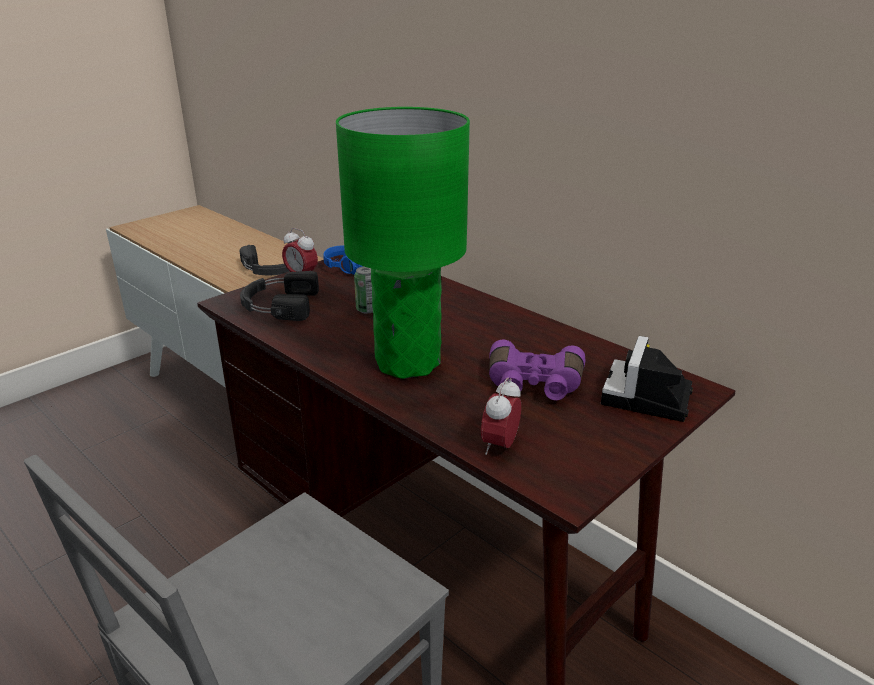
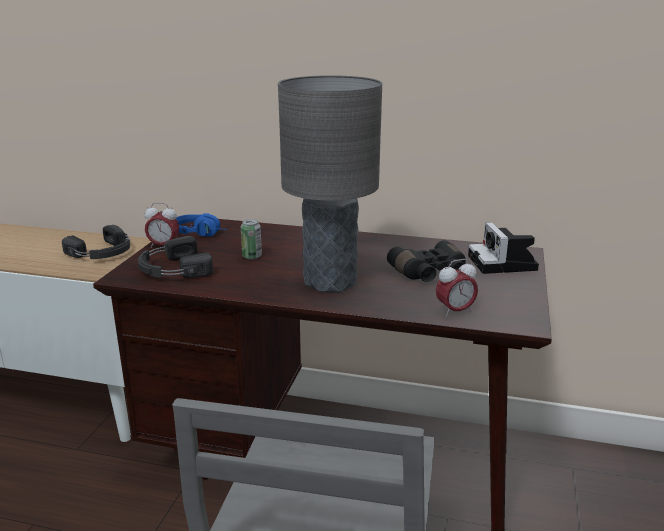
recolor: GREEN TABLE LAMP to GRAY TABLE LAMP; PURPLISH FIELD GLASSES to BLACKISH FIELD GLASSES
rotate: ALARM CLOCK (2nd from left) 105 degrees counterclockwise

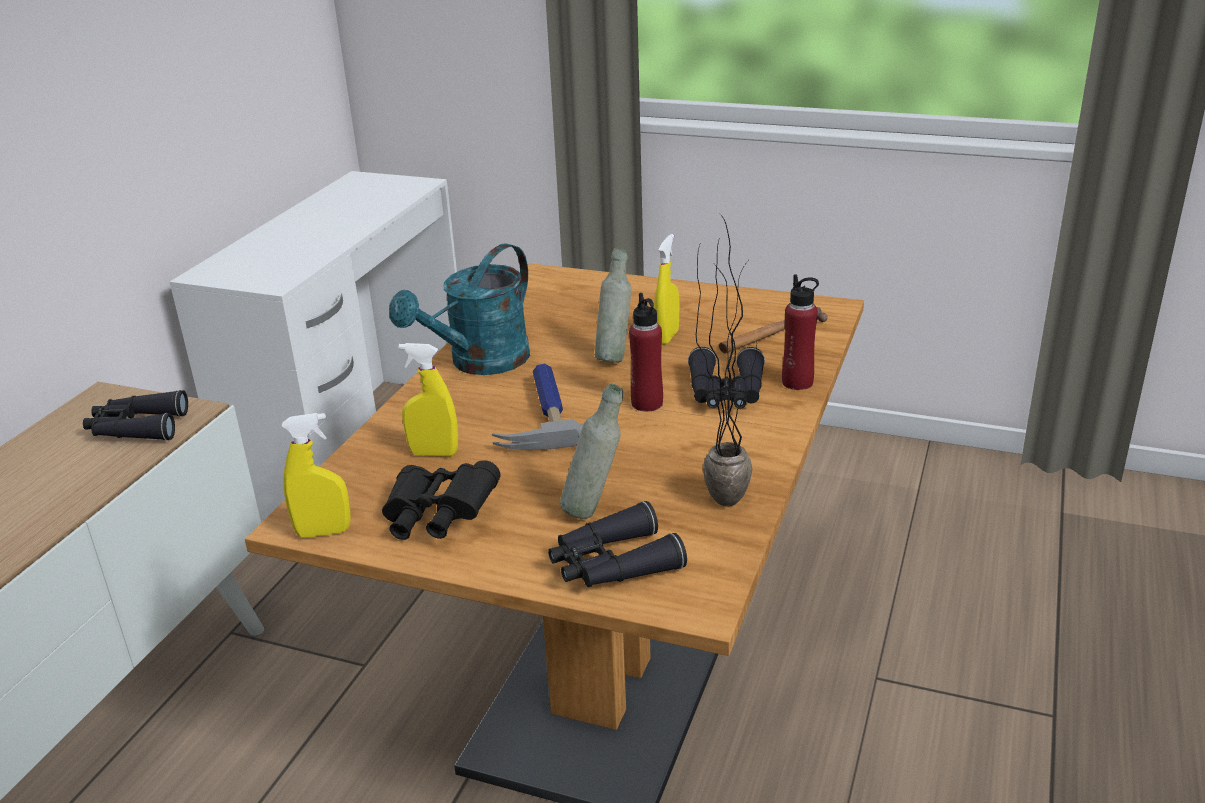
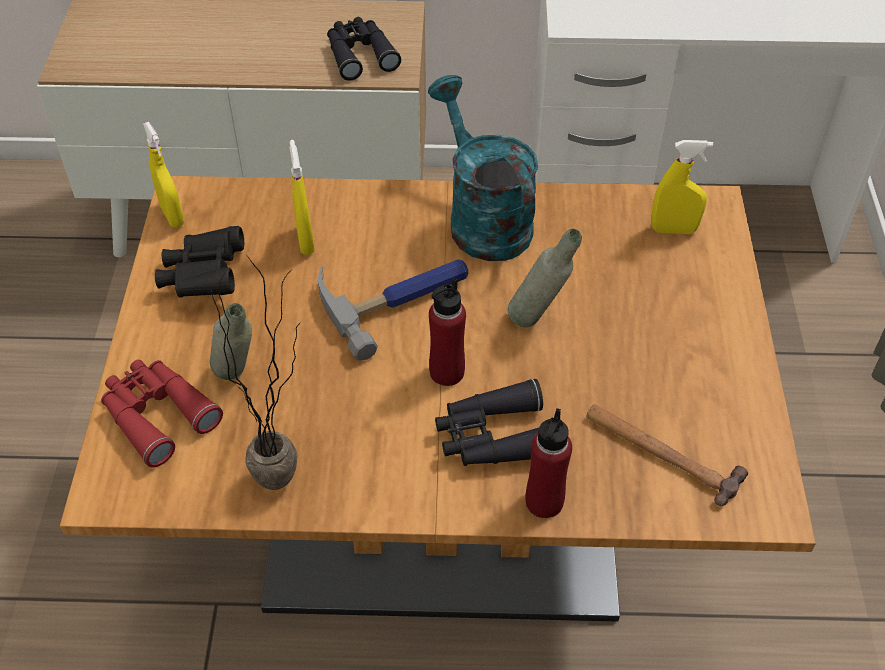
move: YELLOW SPRAYER (3rd from left)
recolor: BLACKISH FIELD GLASSES (3rd from left) to REDDISH FIELD GLASSES
rotate: TURQUOISE WATERING CAN 45 degrees clockwise

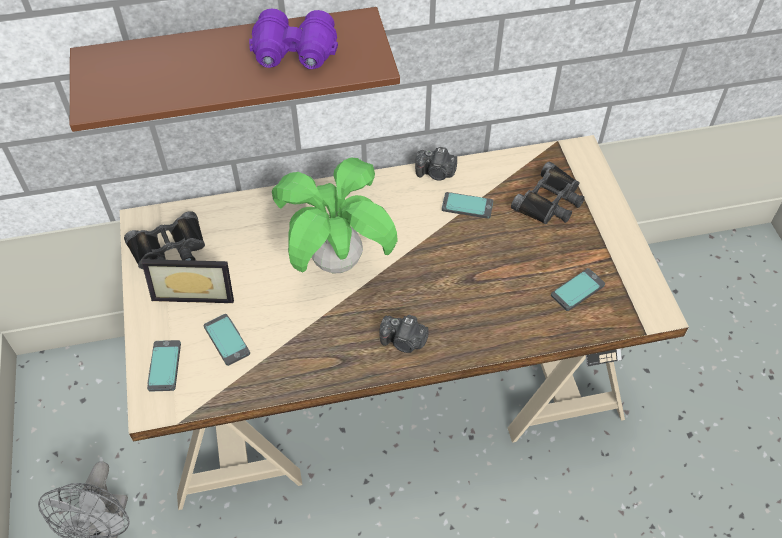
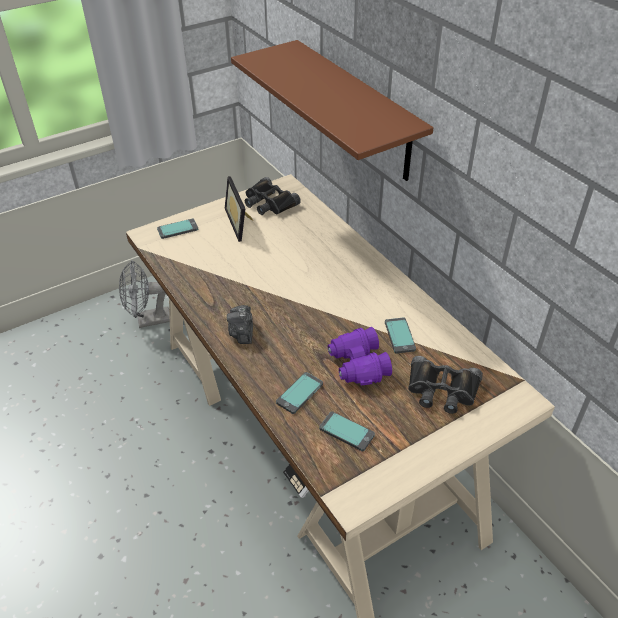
delete: PLANT IN A POT; PHOTO CAMERA (2nd from left)
move: HANDSET (2nd from left); PURPLISH FIELD GLASSES

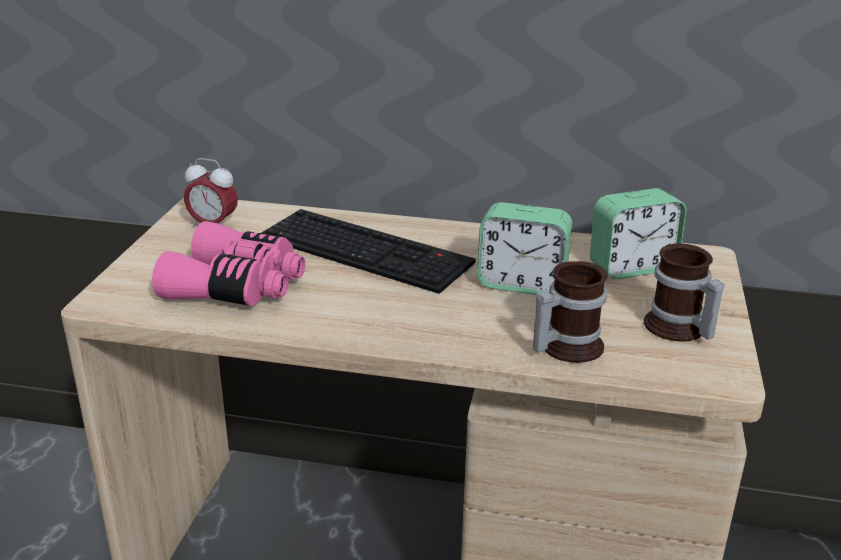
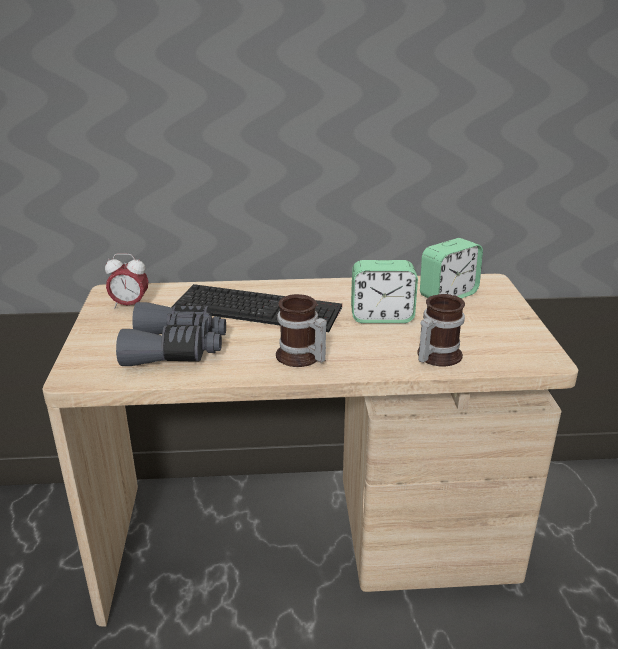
move: MUG (2nd from left in the first image) to MUG (1st from left)
recolor: PINK-COLOURED FIELD GLASSES to GRAY FIELD GLASSES

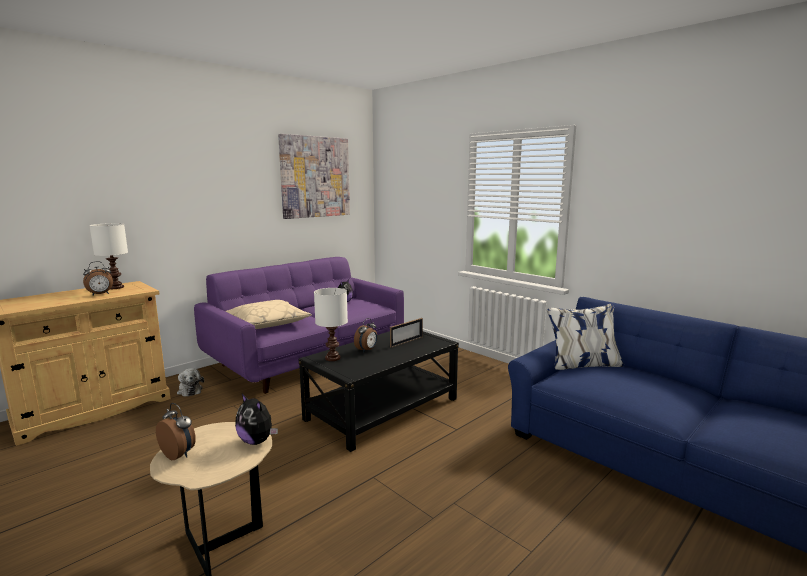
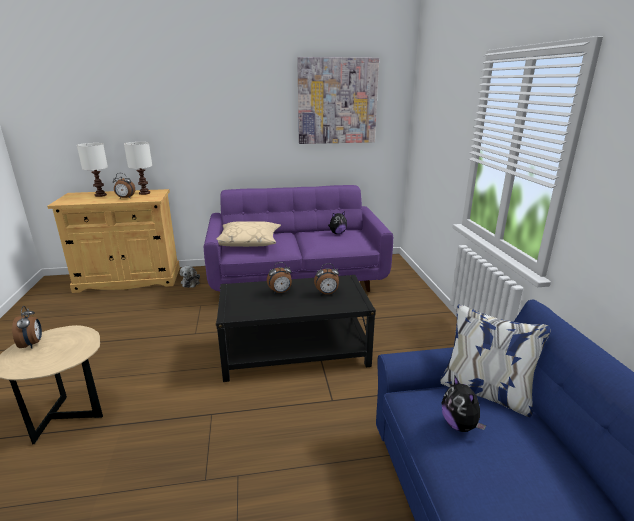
move: WHITISH TABLE LAMP (2nd from left in the first image) to WHITISH TABLE LAMP (1st from left); SOFT TOY (2nd from left in the first image) to SOFT TOY (3rd from left)
replace: PHOTO FRAME to ALARM CLOCK (4th from left)

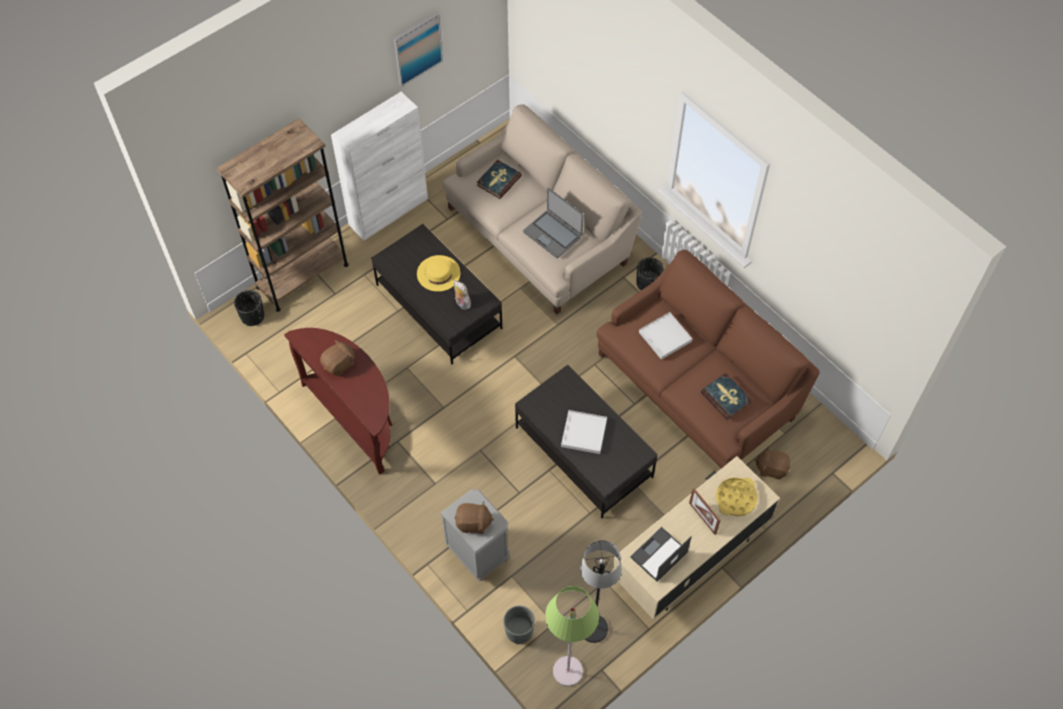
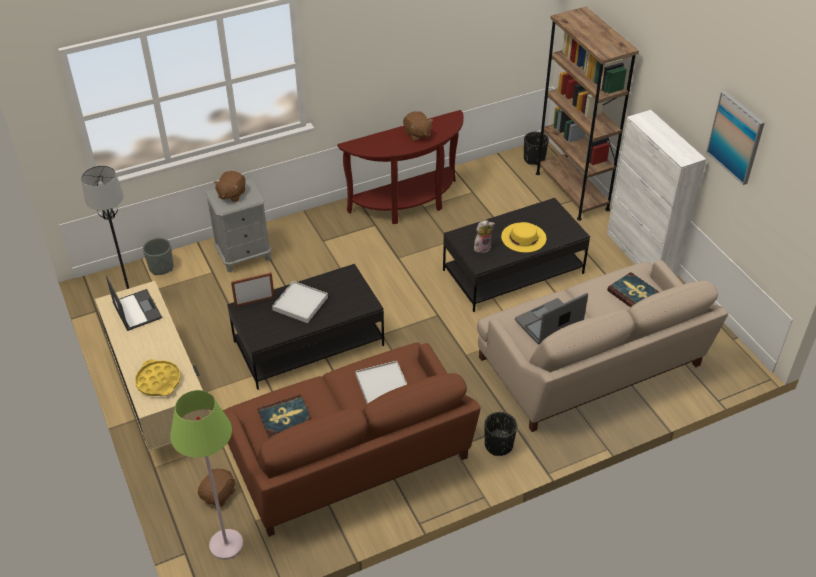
move: GREEN FLOOR LAMP; PHOTO FRAME

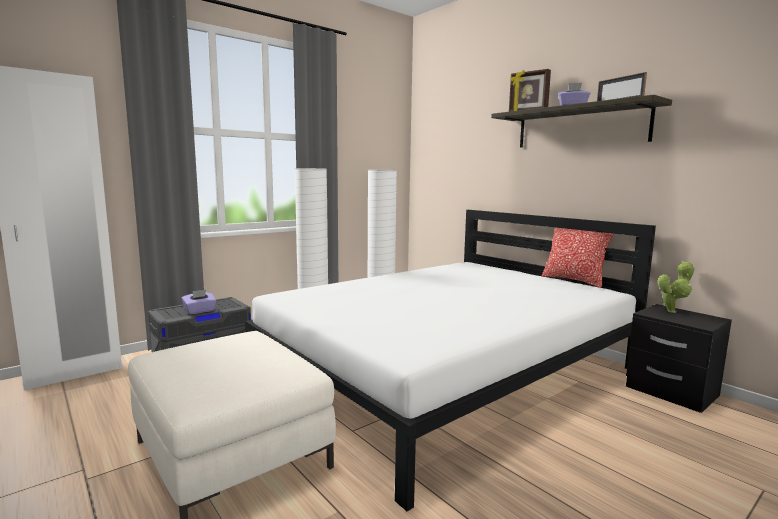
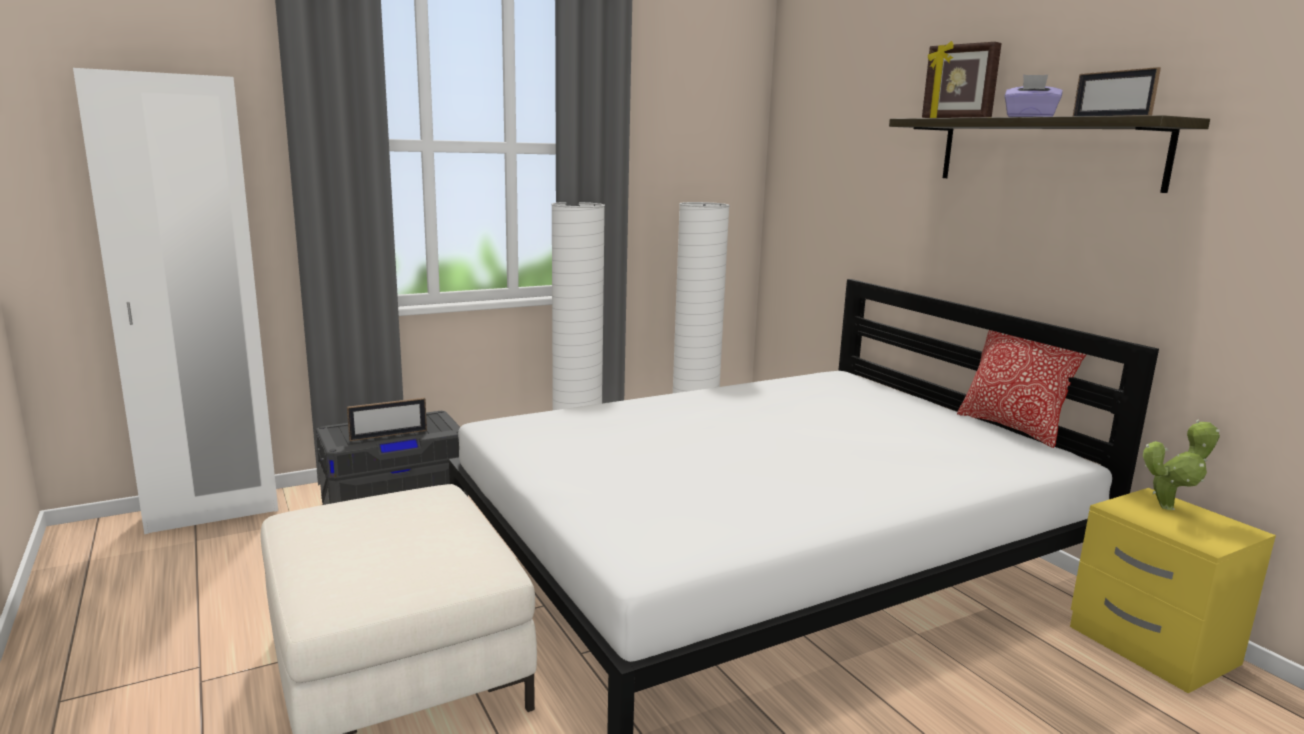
replace: PURPLISH BOX OF TISSUES (1st from left) to PHOTO FRAME (1st from left)
recolor: BLACKISH NIGHT TABLE to YELLOW NIGHT TABLE

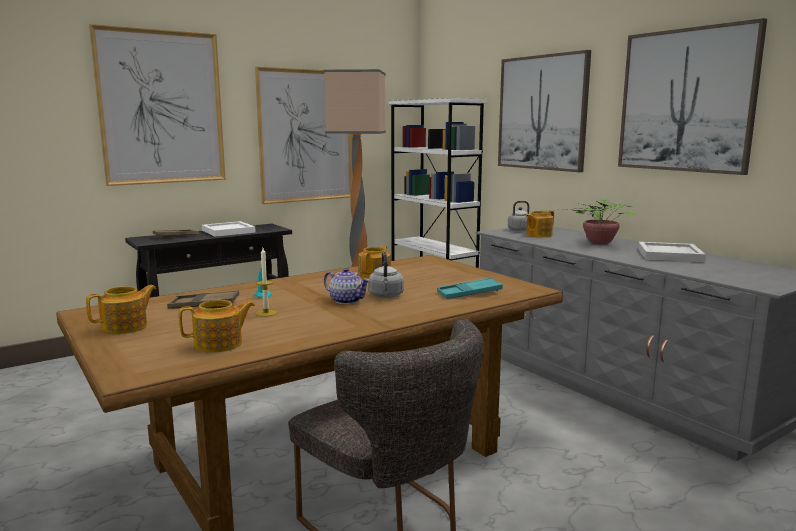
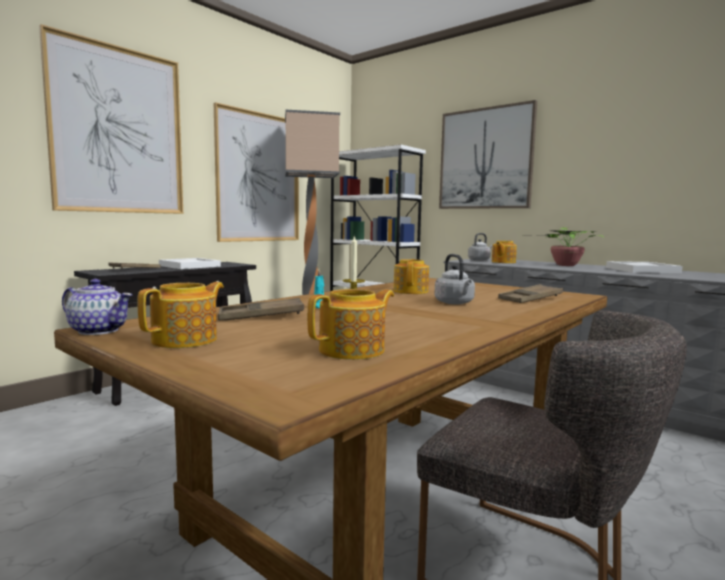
delete: PICTURE (4th from left)
move: TEA POT (3rd from left in the first image) to TEA POT (1st from left)
recolor: TURQUOISE CARRYING TRAY to BROWNISH CARRYING TRAY (3rd from left)

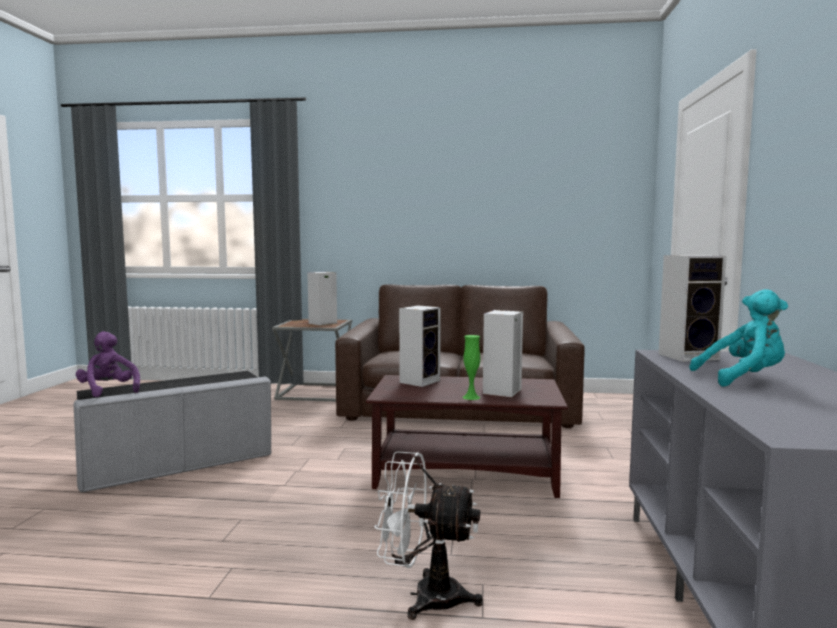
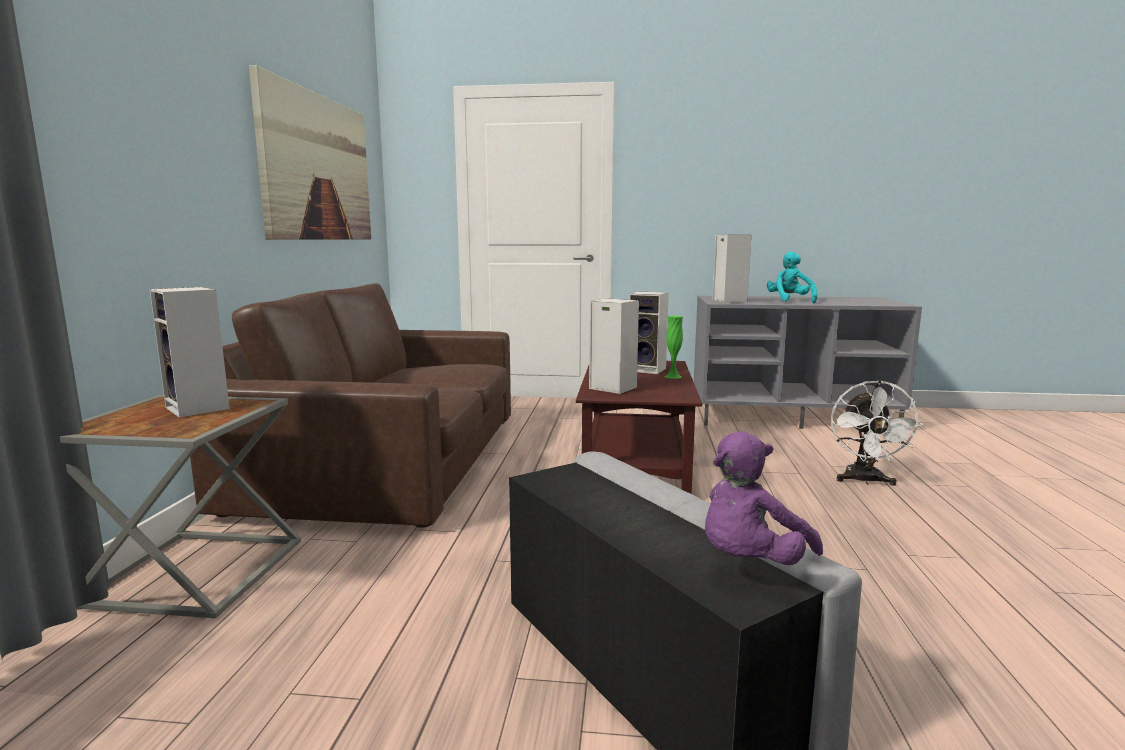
insert: PICTURE

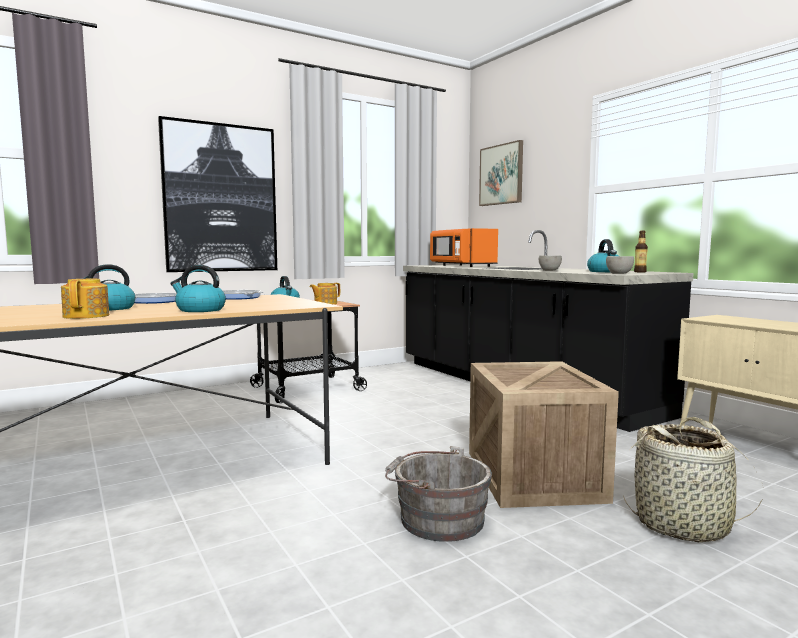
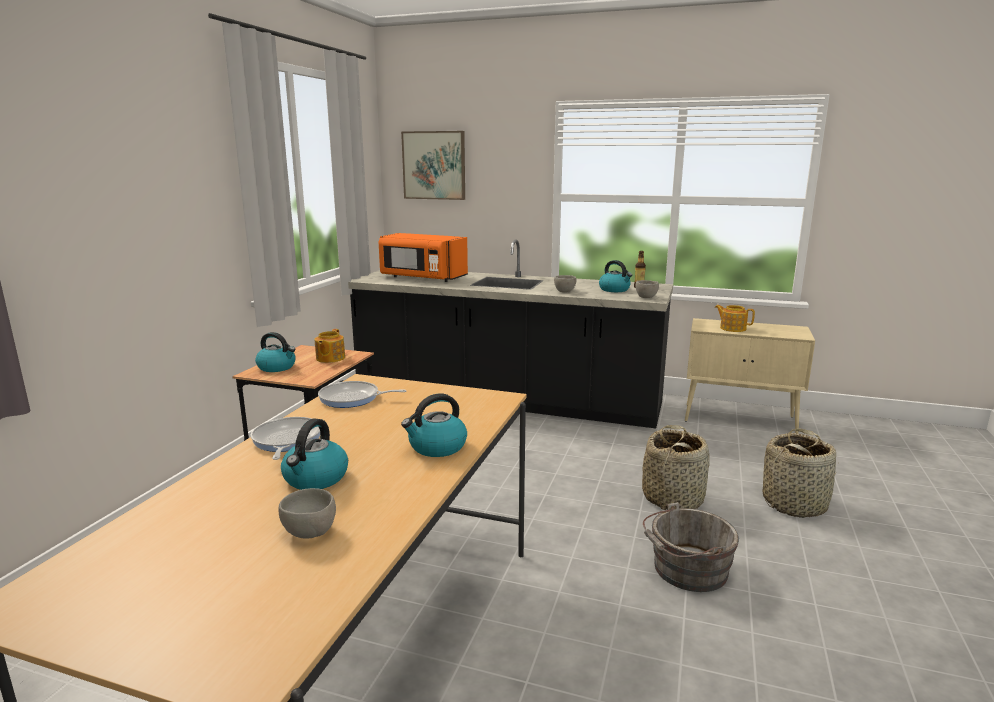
delete: PICTURE (1st from left)
insert: GRAY DEEP DISH (1st from left)
move: TEA POT (1st from left in the first image) to TEA POT (2nd from left)
replace: CRATE to HOUSEHOLD BASKET (1st from left)

